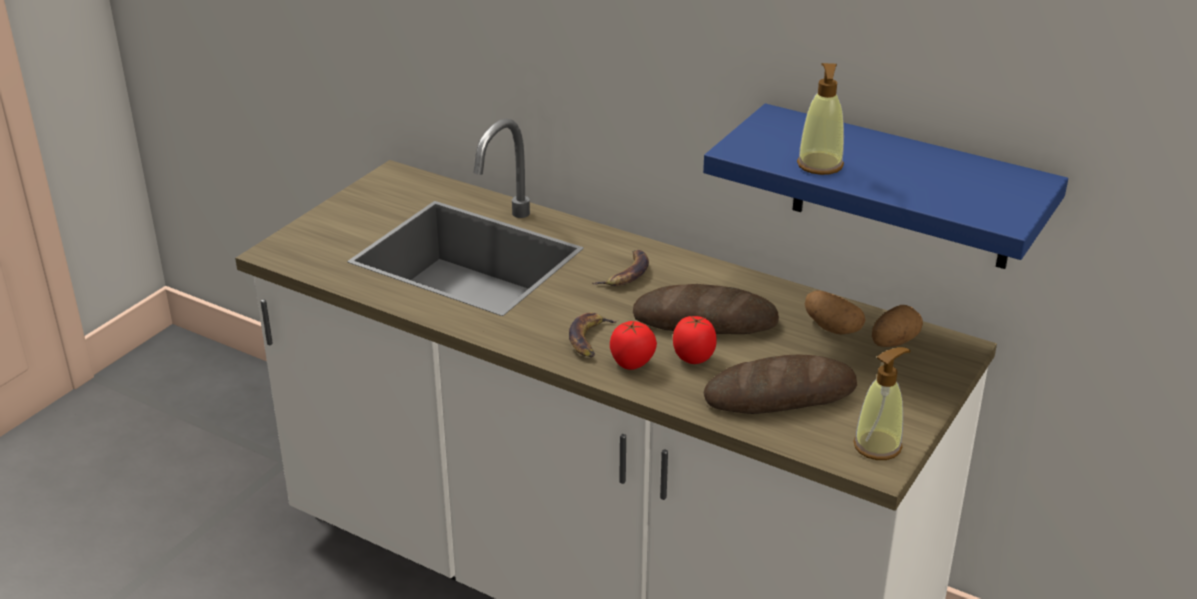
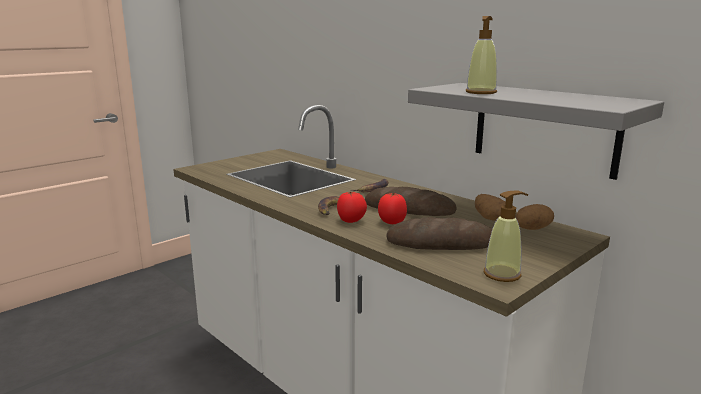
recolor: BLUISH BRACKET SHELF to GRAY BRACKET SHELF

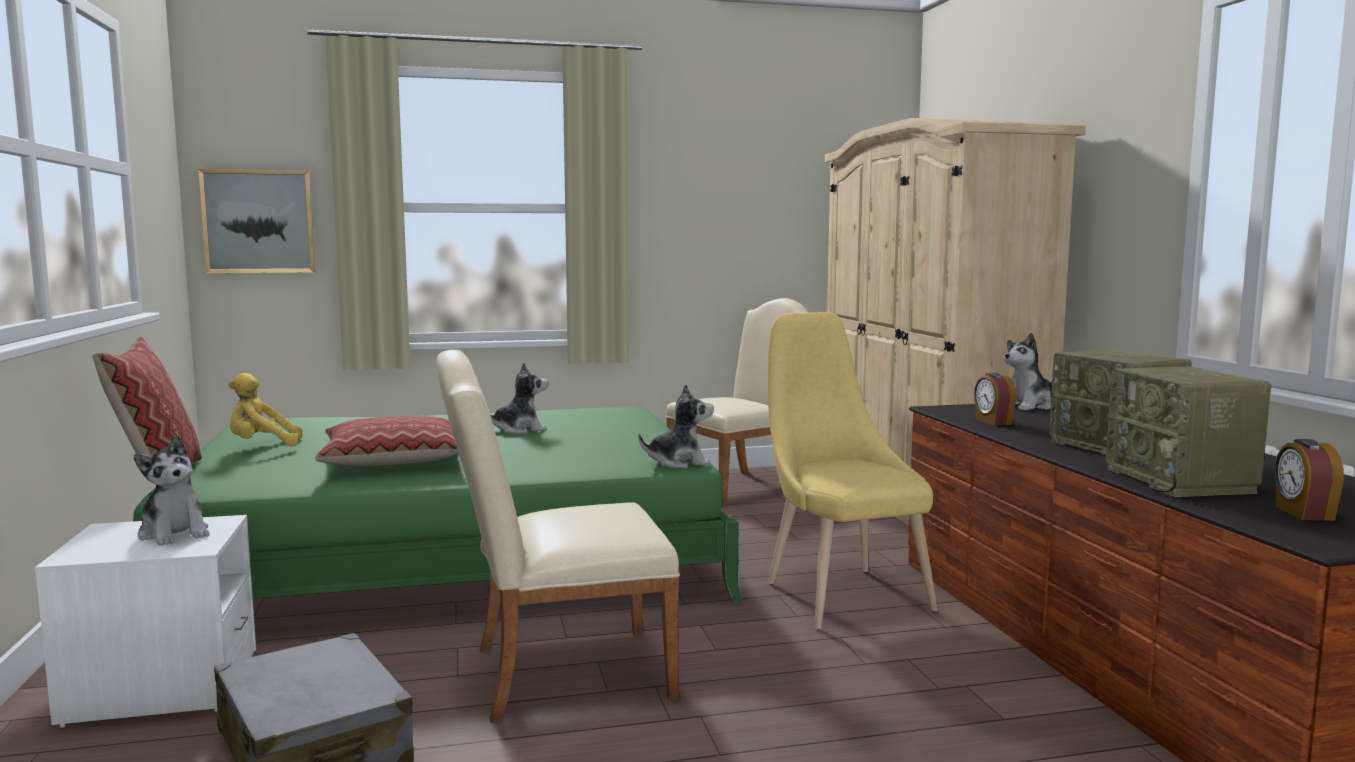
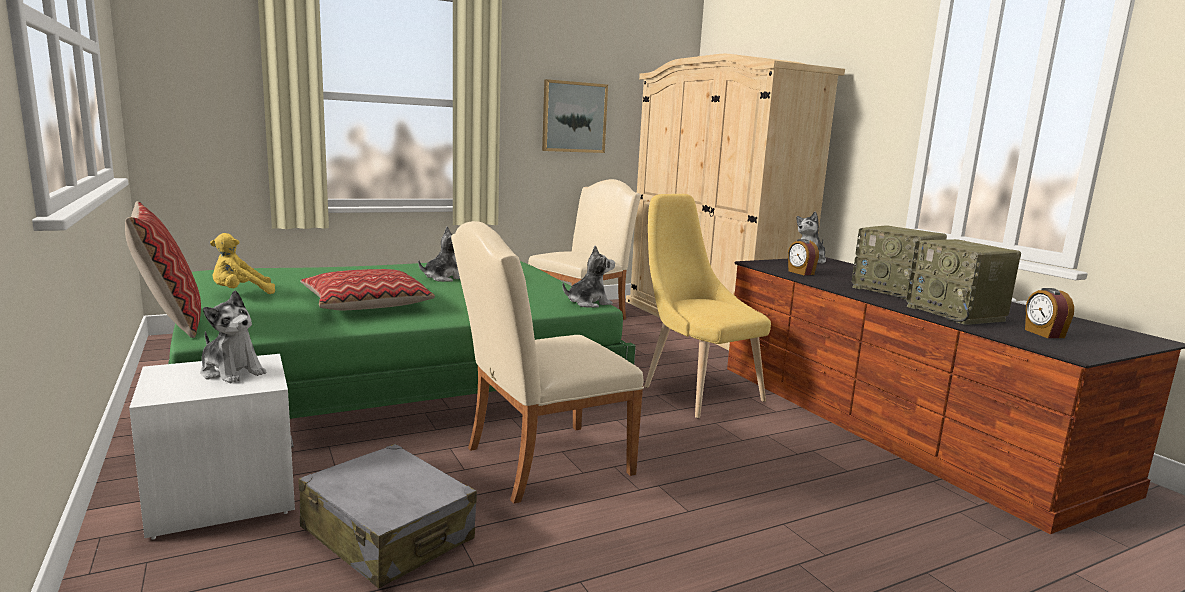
move: PICTURE

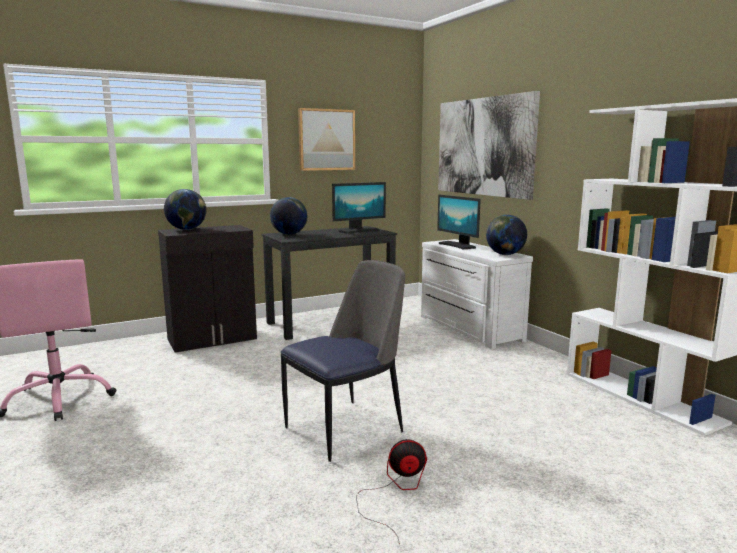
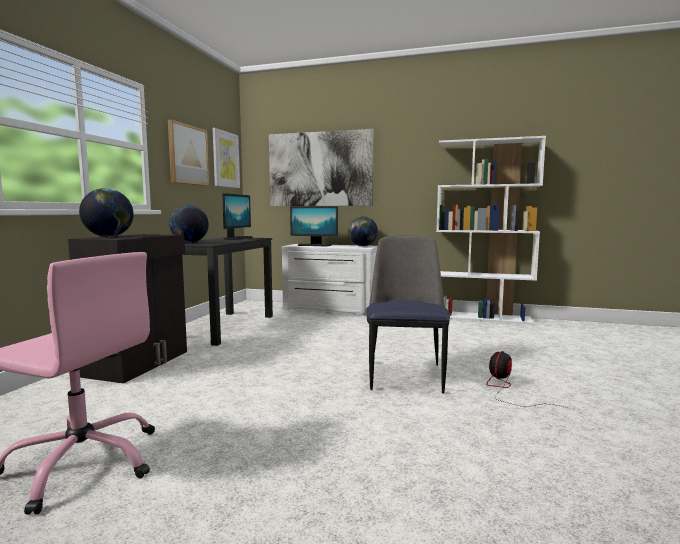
insert: PICTURE (2nd from left)

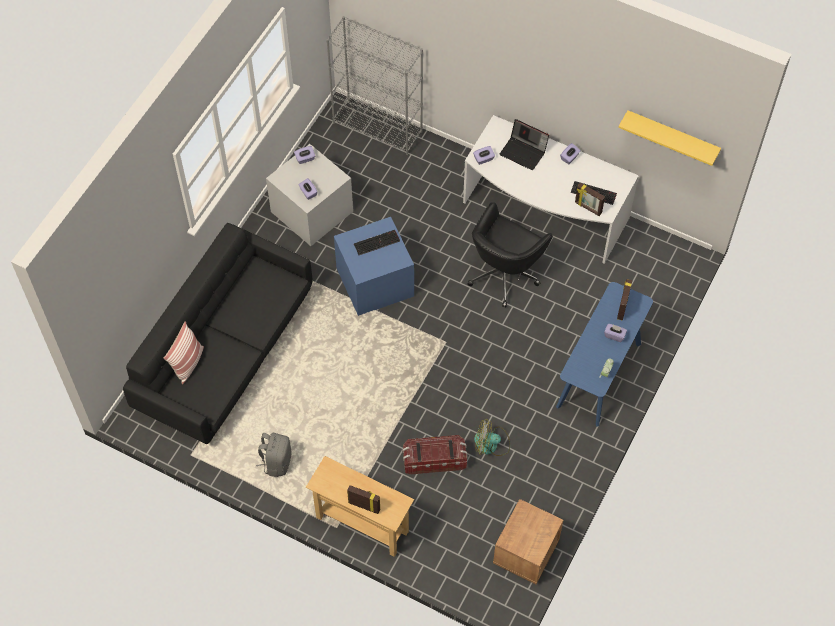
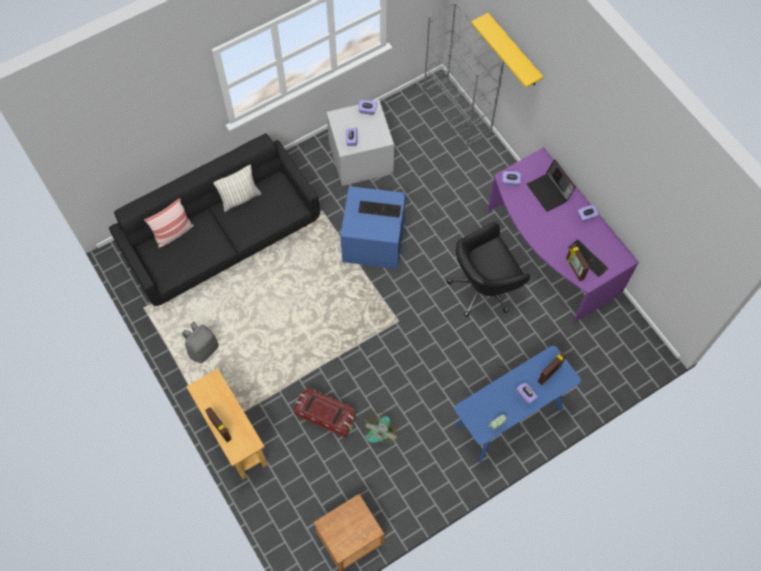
insert: THROW PILLOW (2nd from left)
move: YELLOW BRACKET SHELF
recolor: WHITISH DESK UNIT to PURPLISH DESK UNIT
rotate: ELECTRIC FAN 105 degrees counterclockwise

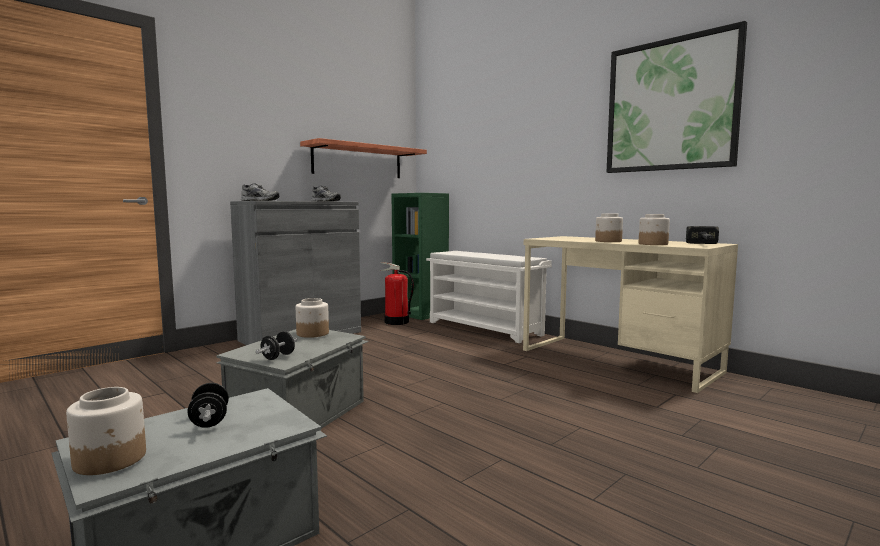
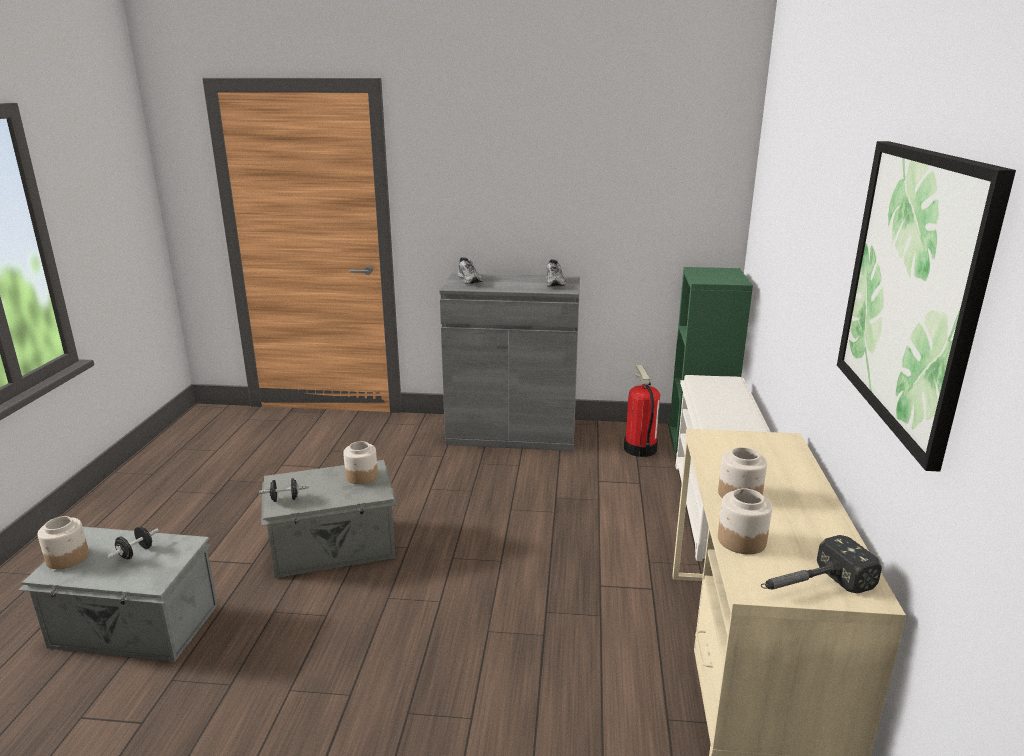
delete: BRACKET SHELF

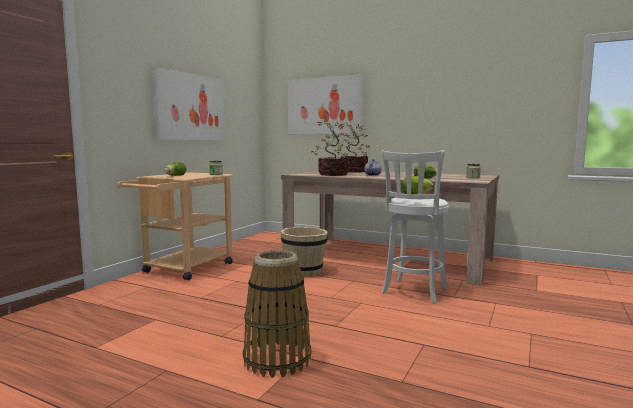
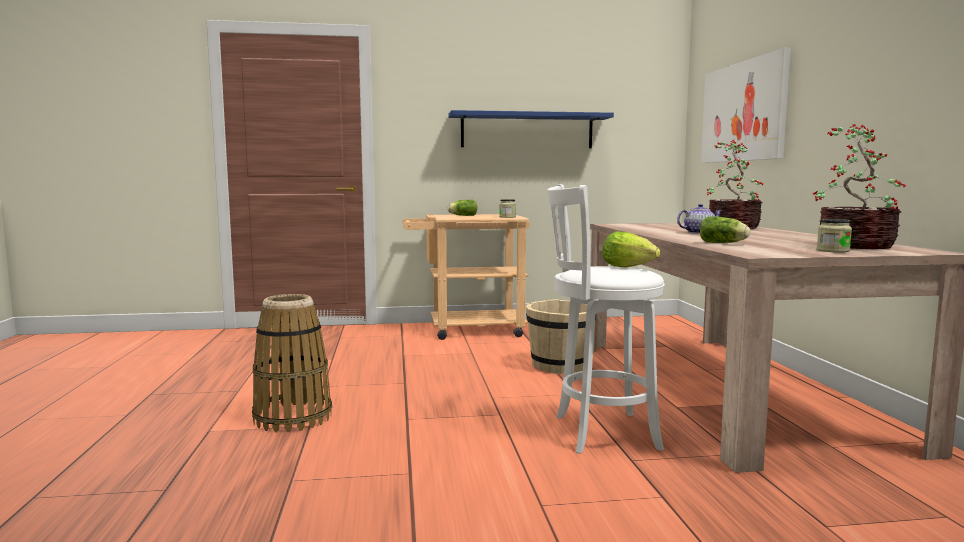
move: PLANT IN A POT (1st from left in the first image) to PLANT IN A POT (2nd from left)
replace: PICTURE (1st from left) to BLUISH BRACKET SHELF

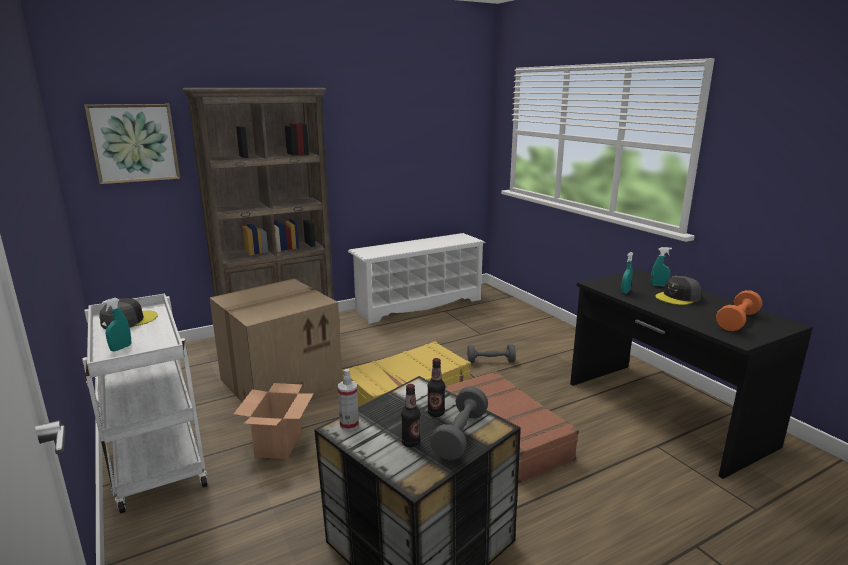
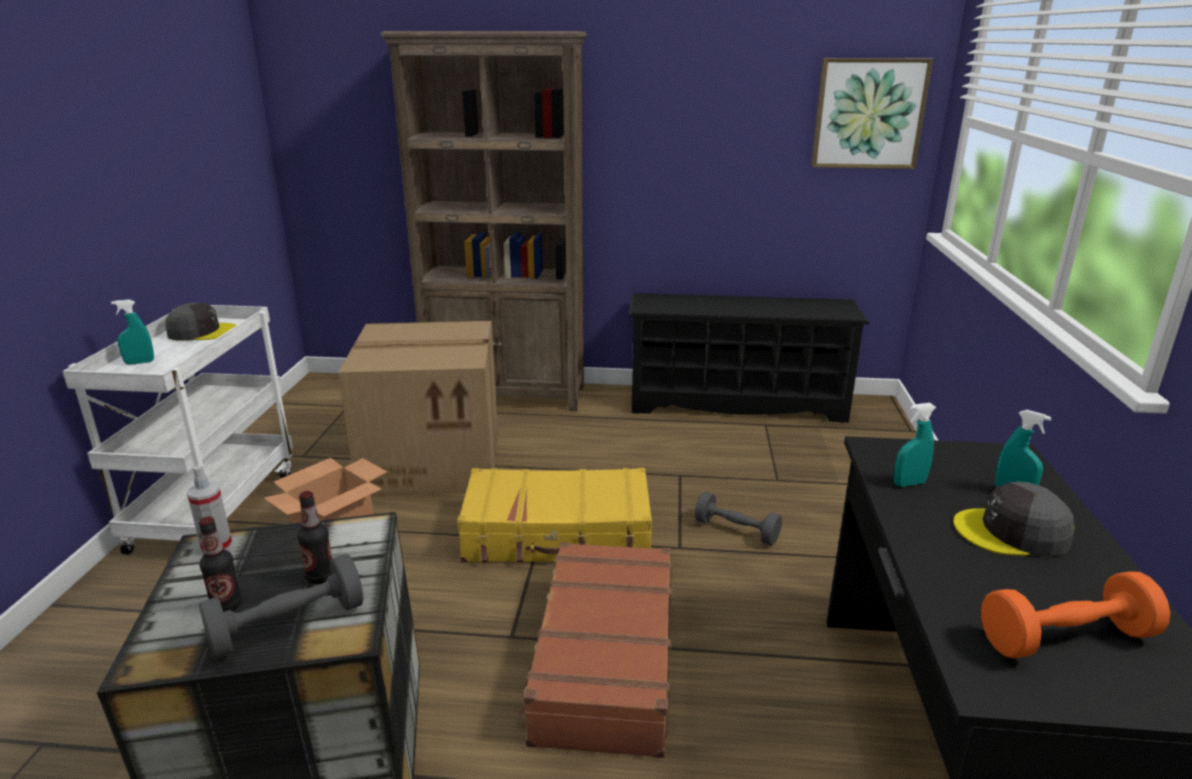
move: PICTURE
recolor: WHITISH SHOE RACK to BLACKISH SHOE RACK

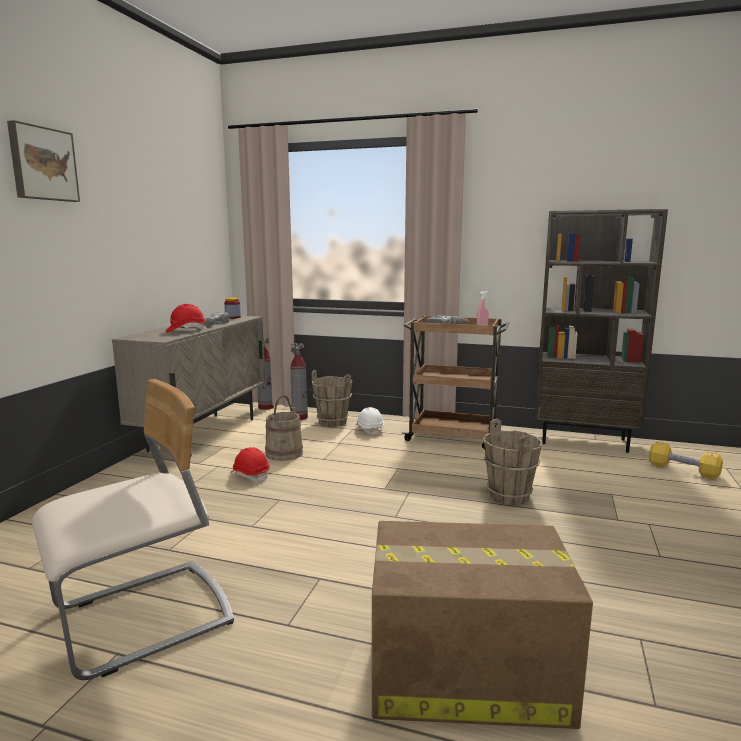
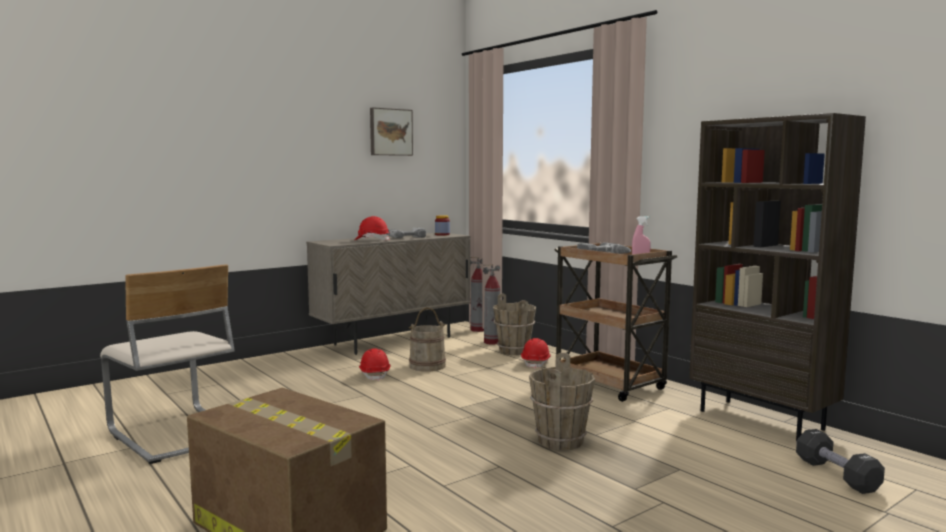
move: PICTURE
recolor: WHITISH HARD HAT to REDDISH HARD HAT (3rd from left); YELLOW DUMBBELL to BLACKISH DUMBBELL
rotate: SAND-COLOURED UPRIGHT CHAIR 45 degrees clockwise

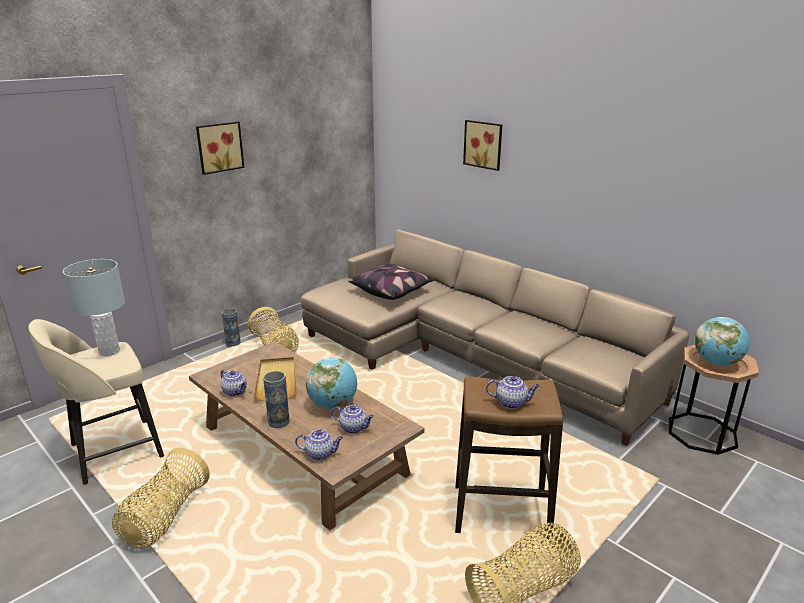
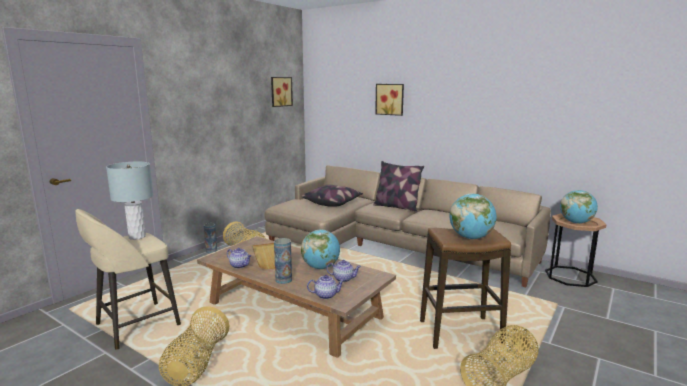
insert: THROW PILLOW (2nd from left)
move: PICTURE (1st from left)
replace: TEA POT (4th from left) to GLOBE (2nd from left)

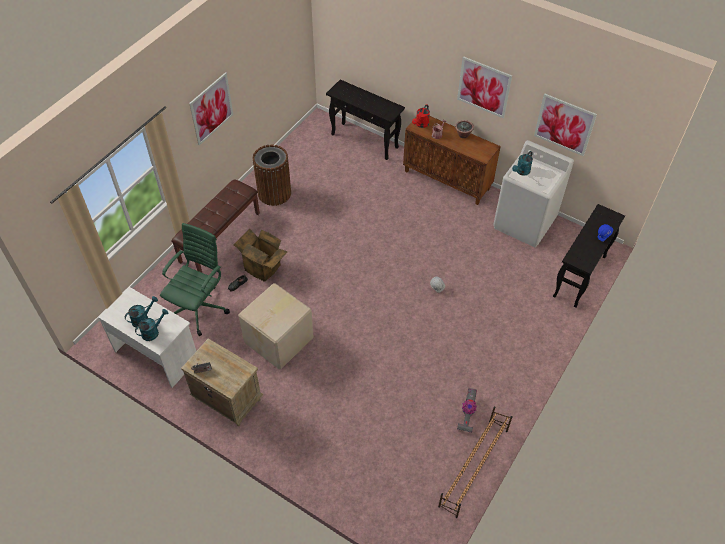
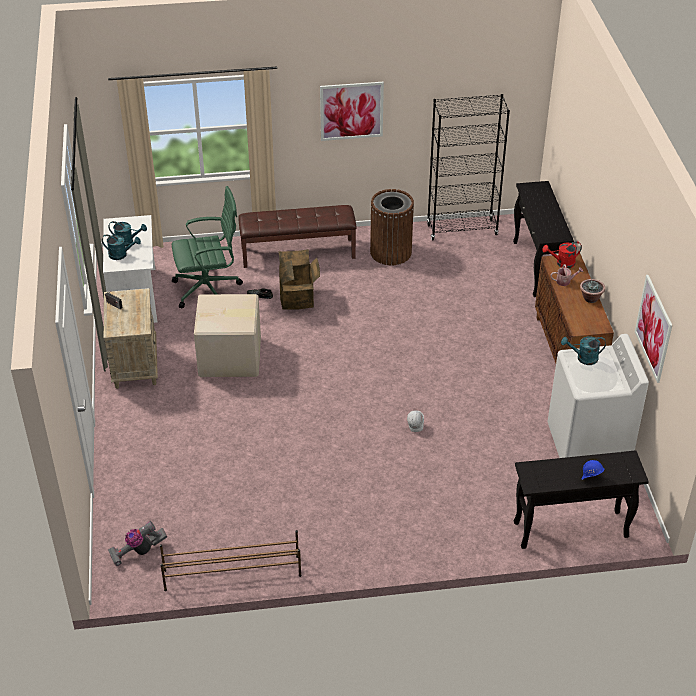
delete: PICTURE (2nd from left)
insert: BLACKISH BOOKCASE
move: VACUUM CLEANER

